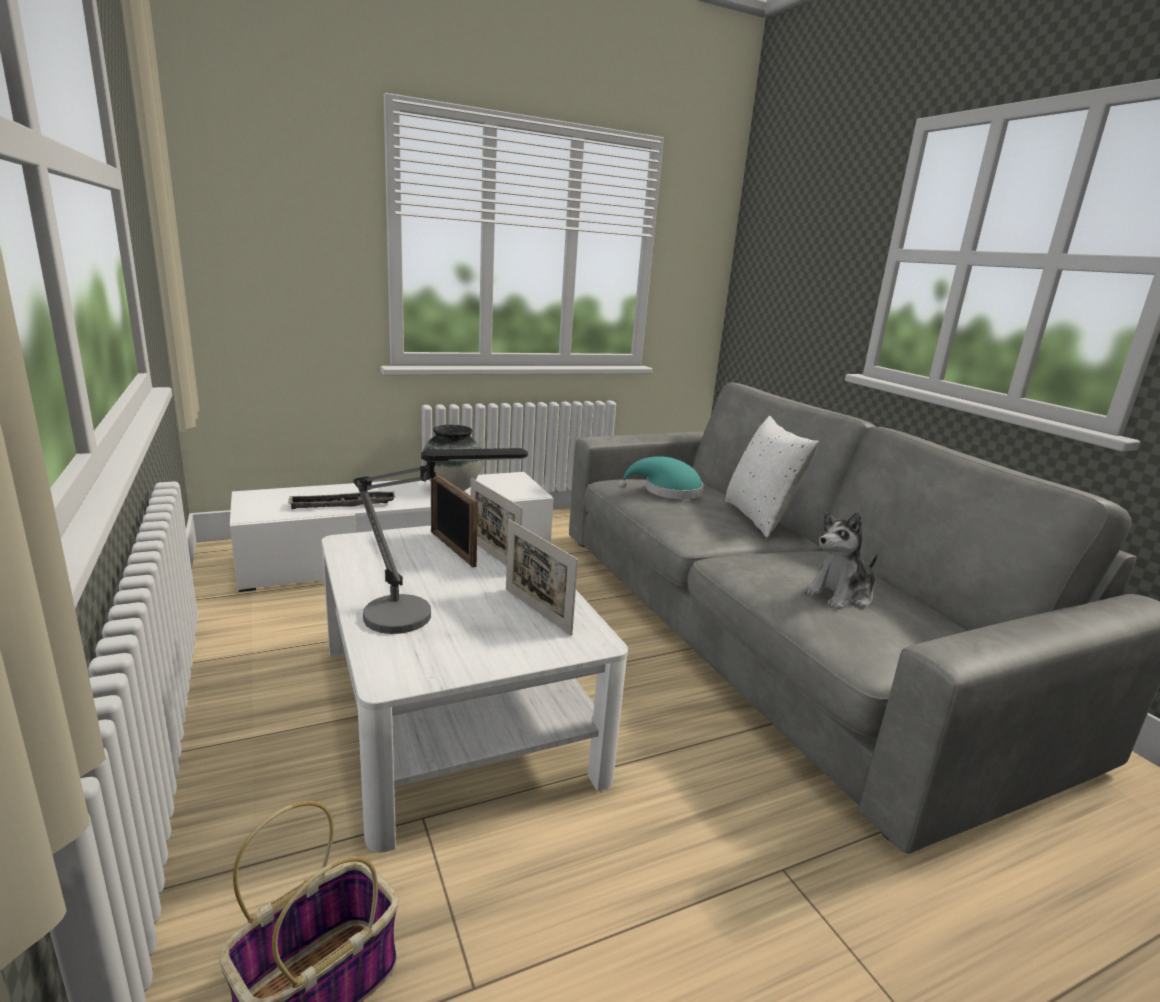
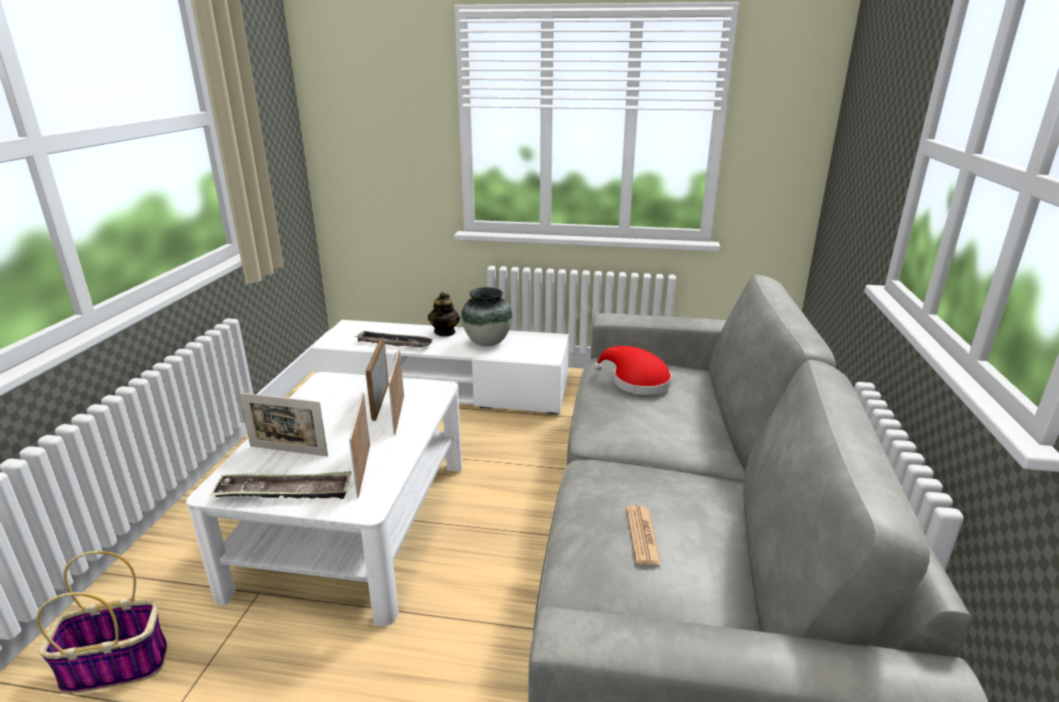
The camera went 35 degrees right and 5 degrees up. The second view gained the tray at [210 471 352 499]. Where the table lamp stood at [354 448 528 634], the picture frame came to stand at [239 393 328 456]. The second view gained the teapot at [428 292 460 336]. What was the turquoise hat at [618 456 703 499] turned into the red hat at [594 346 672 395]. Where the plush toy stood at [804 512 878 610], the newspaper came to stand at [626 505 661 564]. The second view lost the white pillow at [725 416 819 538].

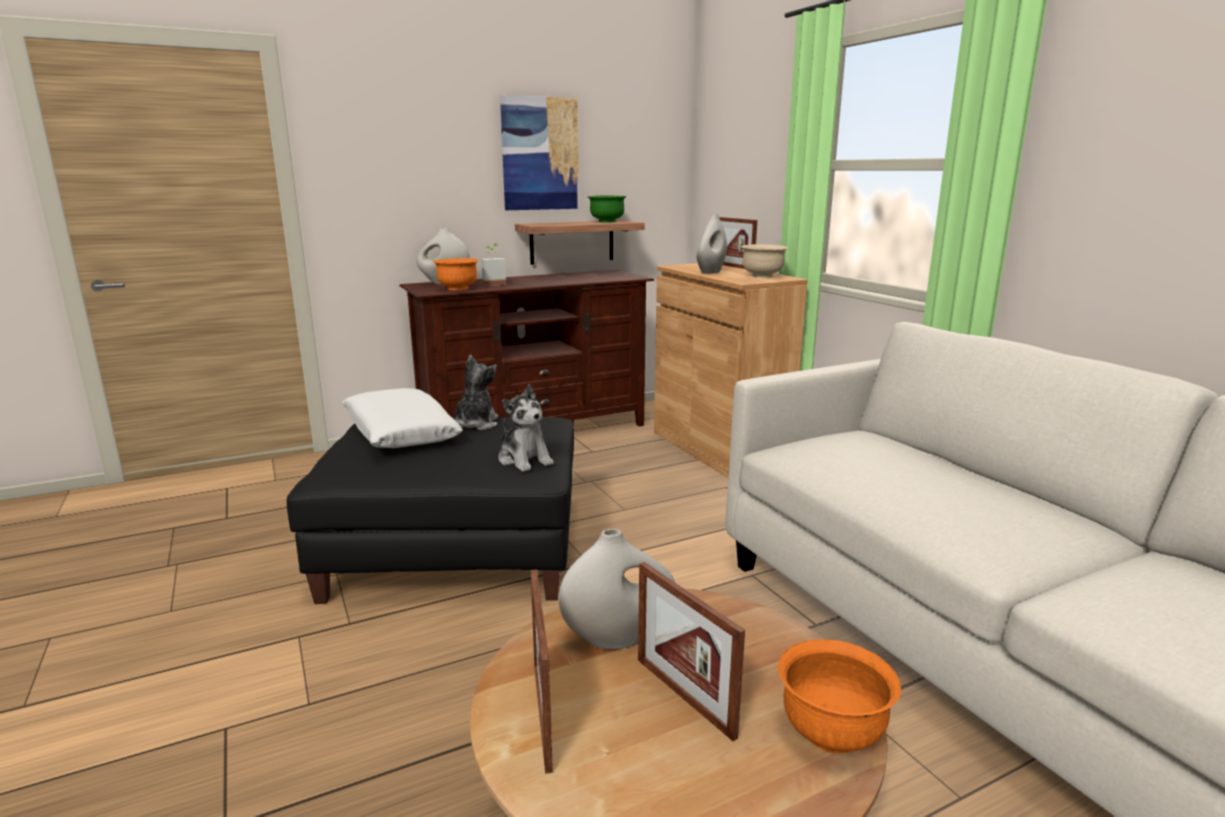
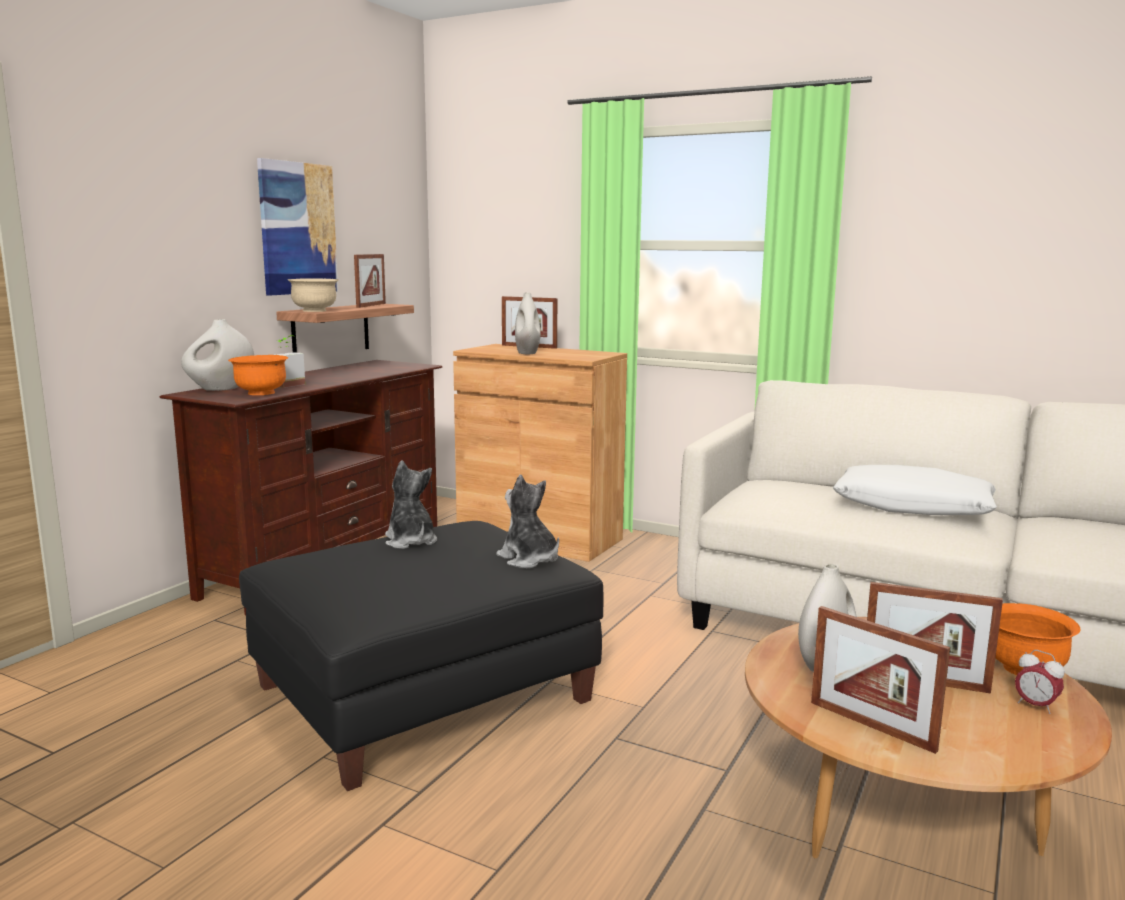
The camera went 35 degrees left and 5 degrees down. The beige bowl ended up elsewhere, having gone from [741 244 789 278] to [288 278 339 312]. Where the green bowl stood at [588 195 627 223], the picture frame came to stand at [354 254 386 308]. The plush toy at [498 384 554 472] ended up facing another way, 150 degrees counterclockwise from before. The white pillow ended up elsewhere, having gone from [342 388 463 448] to [833 465 997 515]. The second view gained the alarm clock at [1015 650 1065 714].

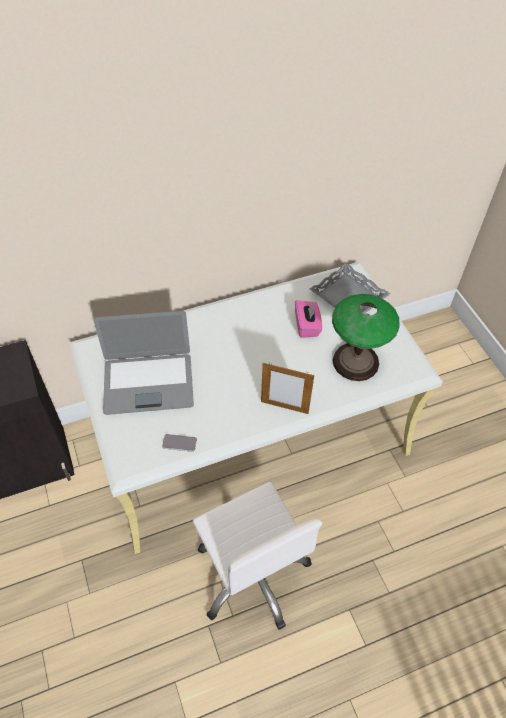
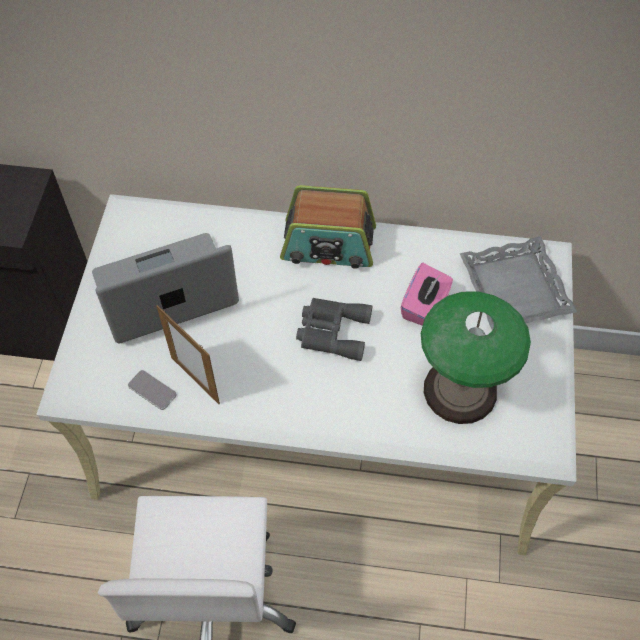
The camera went 30 degrees right and 5 degrees up. The laptop at [94 311 194 415] ended up facing another way, 135 degrees clockwise from before. The picture frame ended up elsewhere, having gone from [261 363 314 414] to [157 305 220 404]. The second view gained the radio at [280 185 376 269]. The second view gained the grey binoculars at [296 298 372 361].

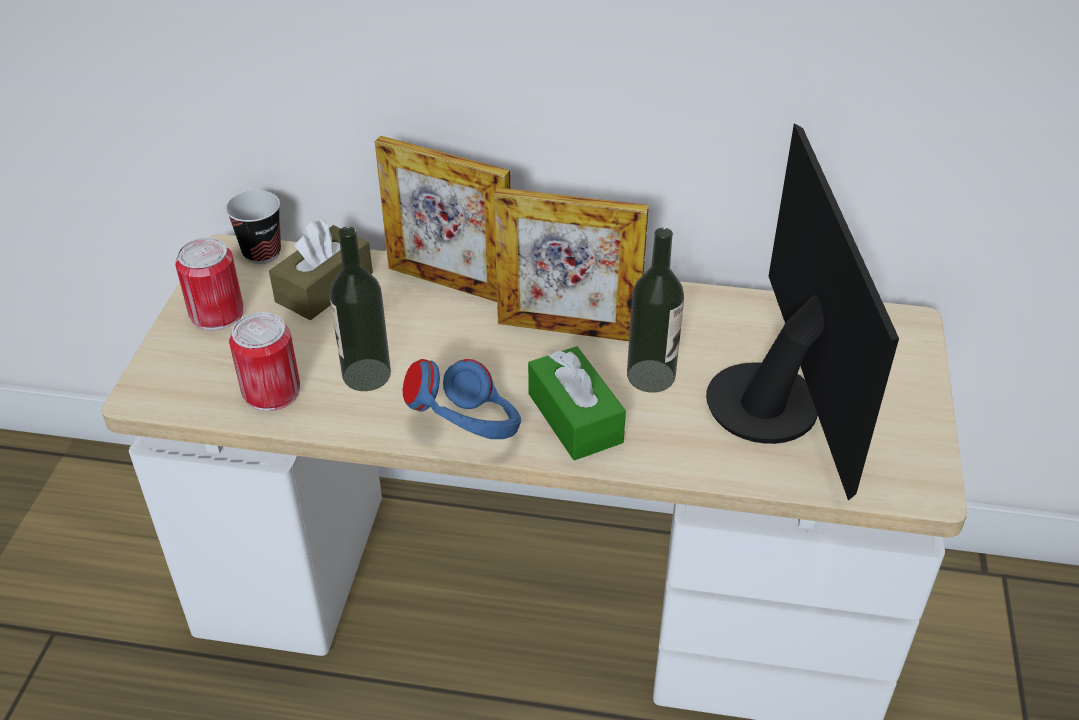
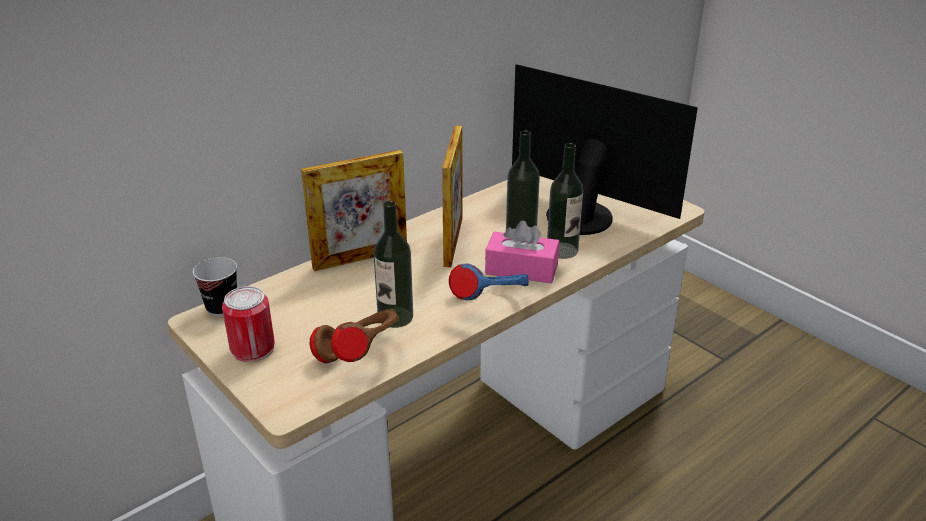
The camera went 50 degrees left and 10 degrees down. Where the can stood at [229 312 300 411], the brown headphones came to stand at [309 309 399 363]. The picture frame at [494 187 649 341] ended up facing another way, 45 degrees counterclockwise from before. What was the green tissue box at [528 346 626 460] turned into the pink tissue box at [485 220 560 283]. The second view gained the bottle at [547 143 583 259]. The second view lost the brown tissue box at [269 220 373 320].

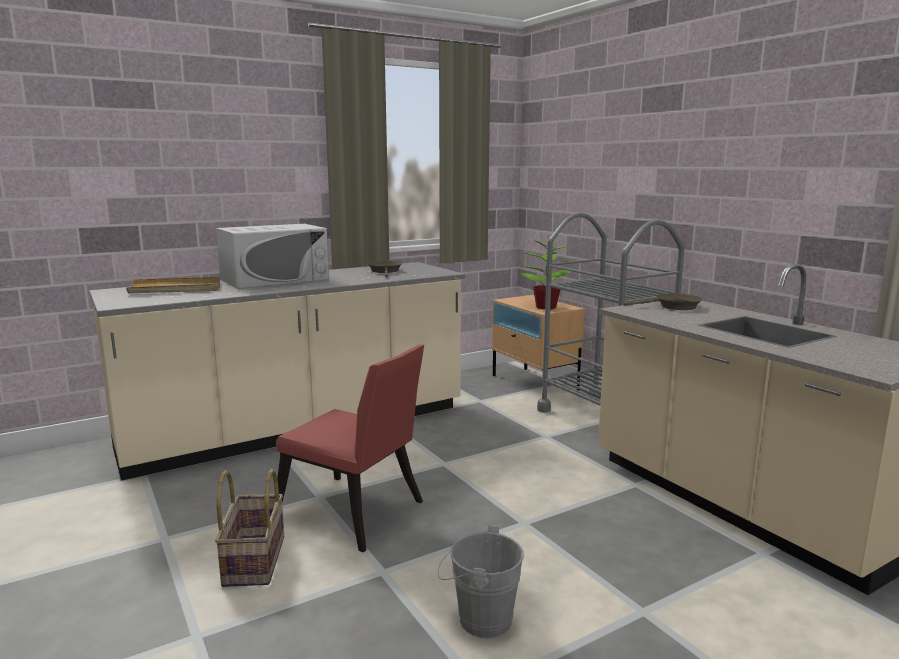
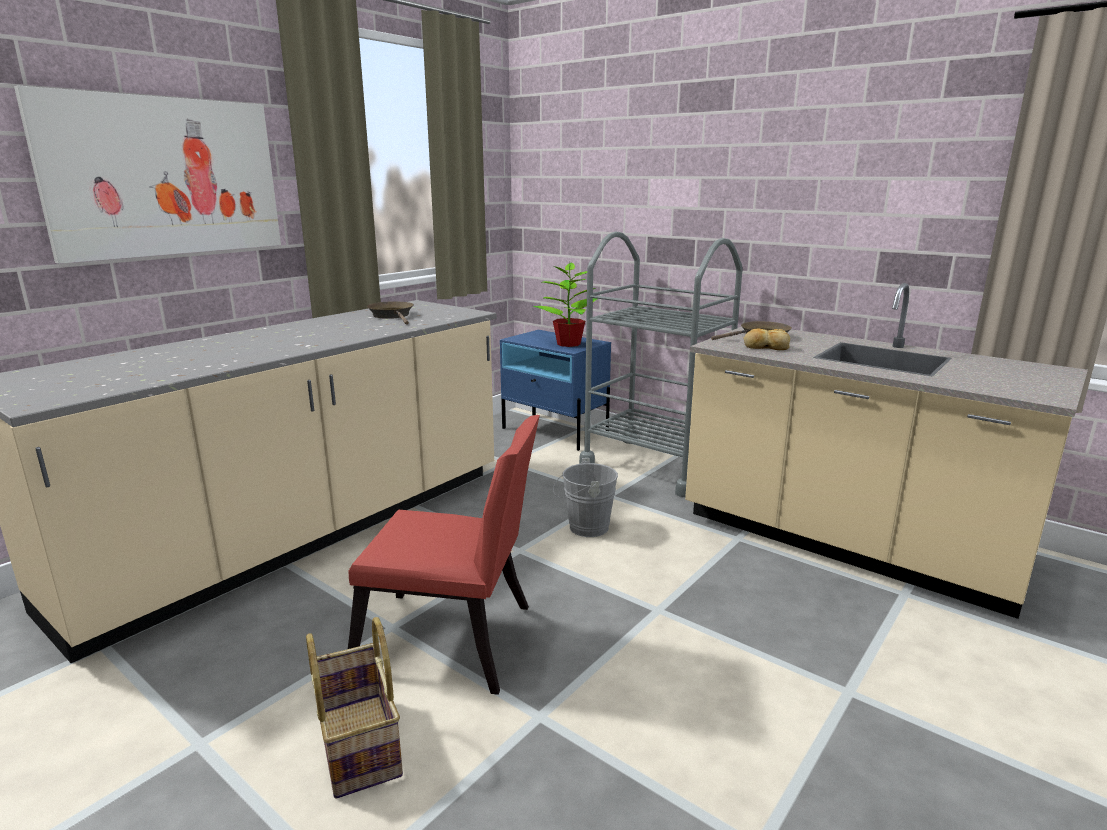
The camera went 20 degrees left and 5 degrees up. The second view gained the picture at [14 85 281 264]. What was the beige nightstand at [492 295 585 390] turned into the blue nightstand at [500 330 611 451]. The grey bucket ended up elsewhere, having gone from [438 525 524 638] to [553 458 618 537]. The second view gained the bread at [743 329 790 350]. The second view lost the beige tray at [126 277 220 294]. The second view lost the white microwave at [216 224 329 289].

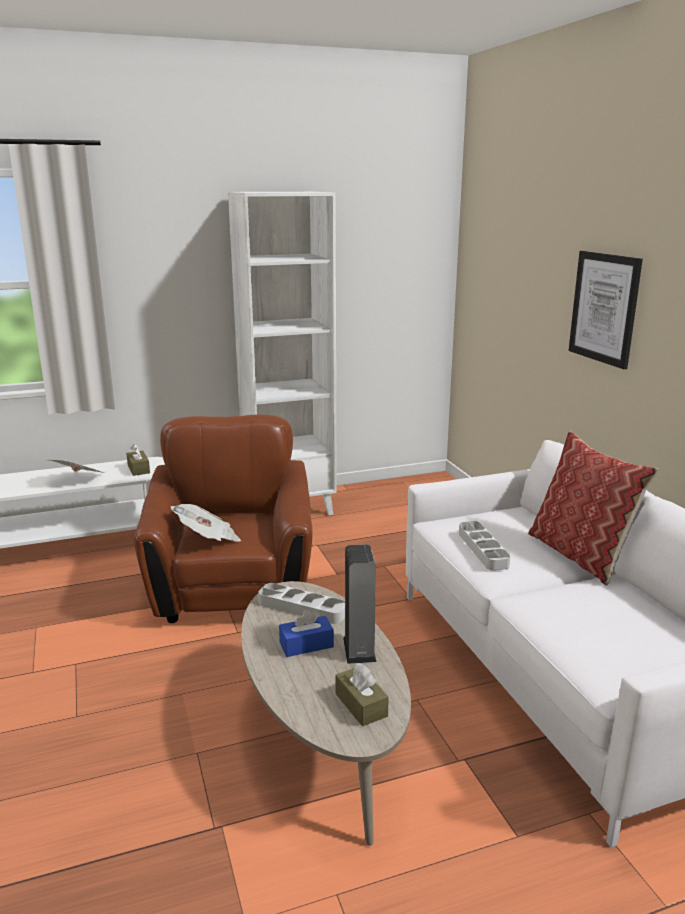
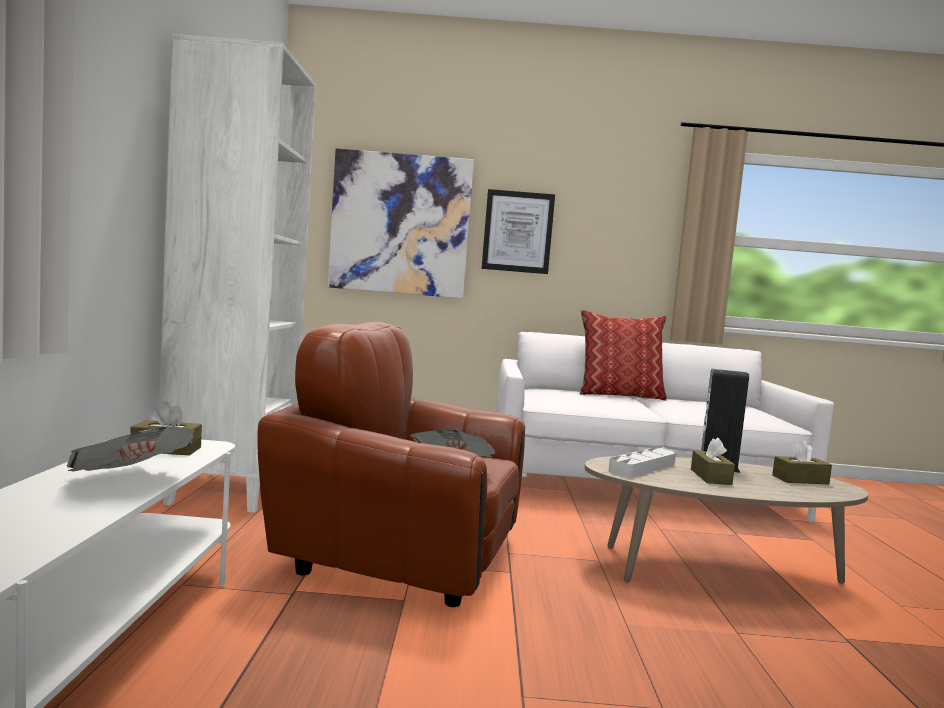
The camera went 70 degrees left and 15 degrees down. The second view gained the picture at [327 148 474 298]. What was the blue tissue box at [279 610 334 657] turned into the brown tissue box at [691 437 735 485]. The second view lost the grey tray at [459 521 511 571].

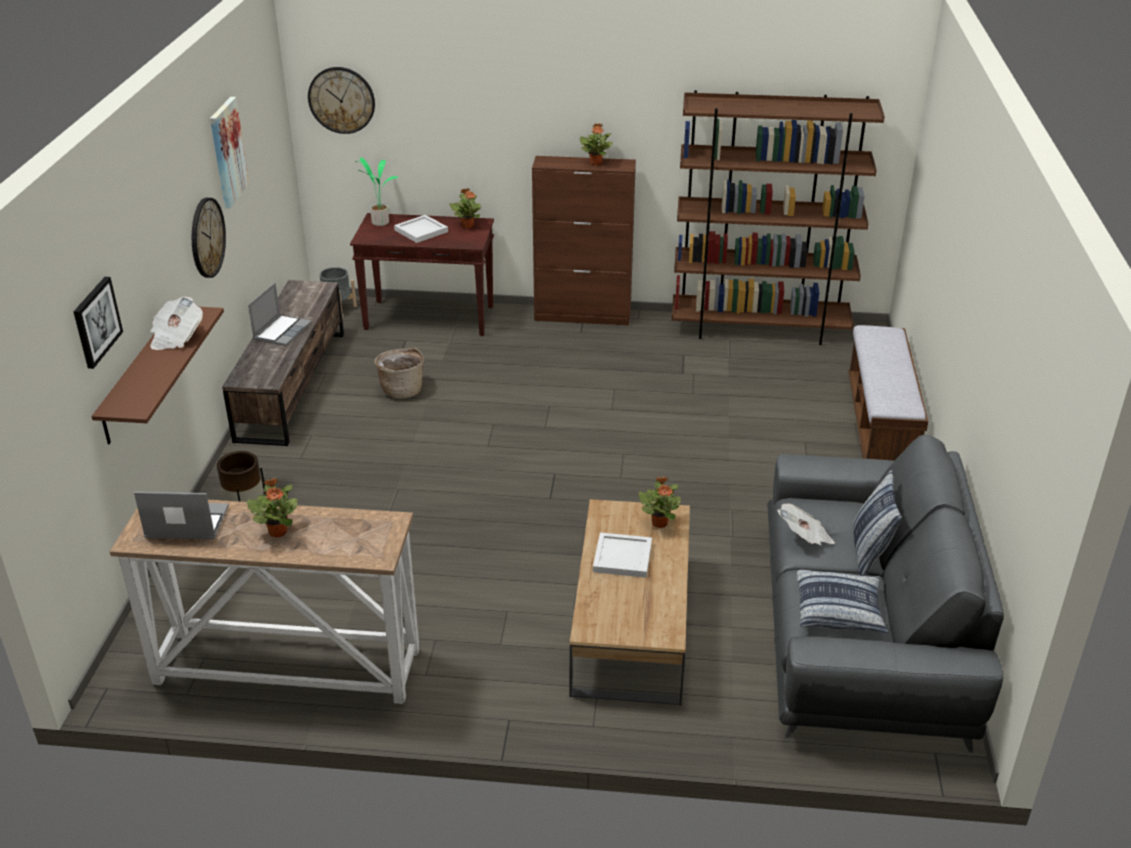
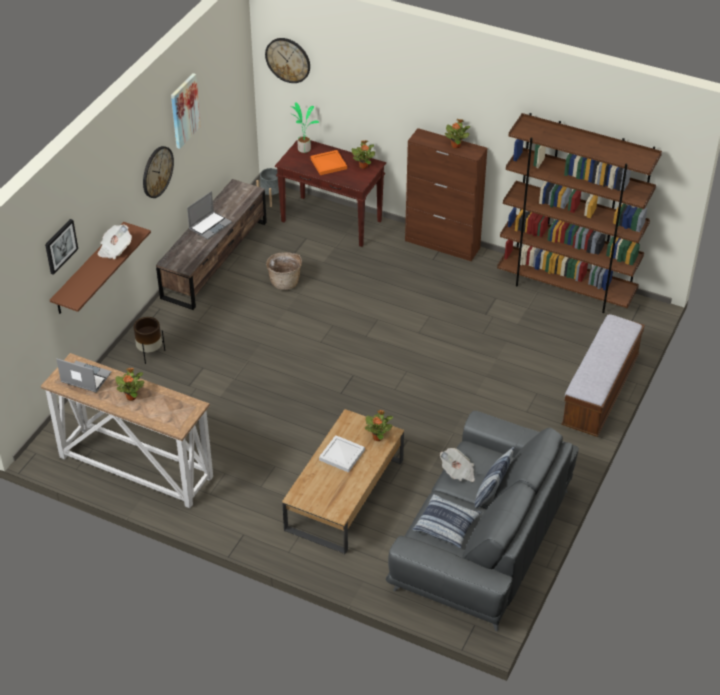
The camera went 20 degrees right and 10 degrees up. What was the white tray at [394 215 448 243] turned into the orange tray at [311 150 347 175].

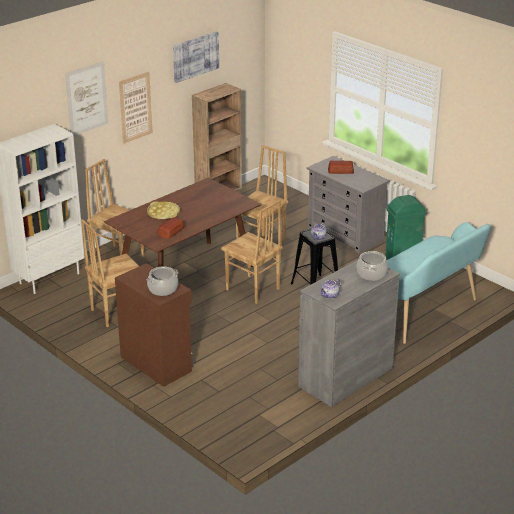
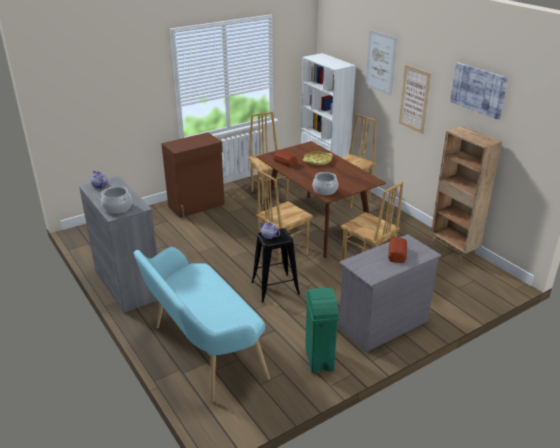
The camera went 100 degrees right and 0 degrees up. The cooking pot ended up elsewhere, having gone from [147 266 178 296] to [313 172 338 195].

